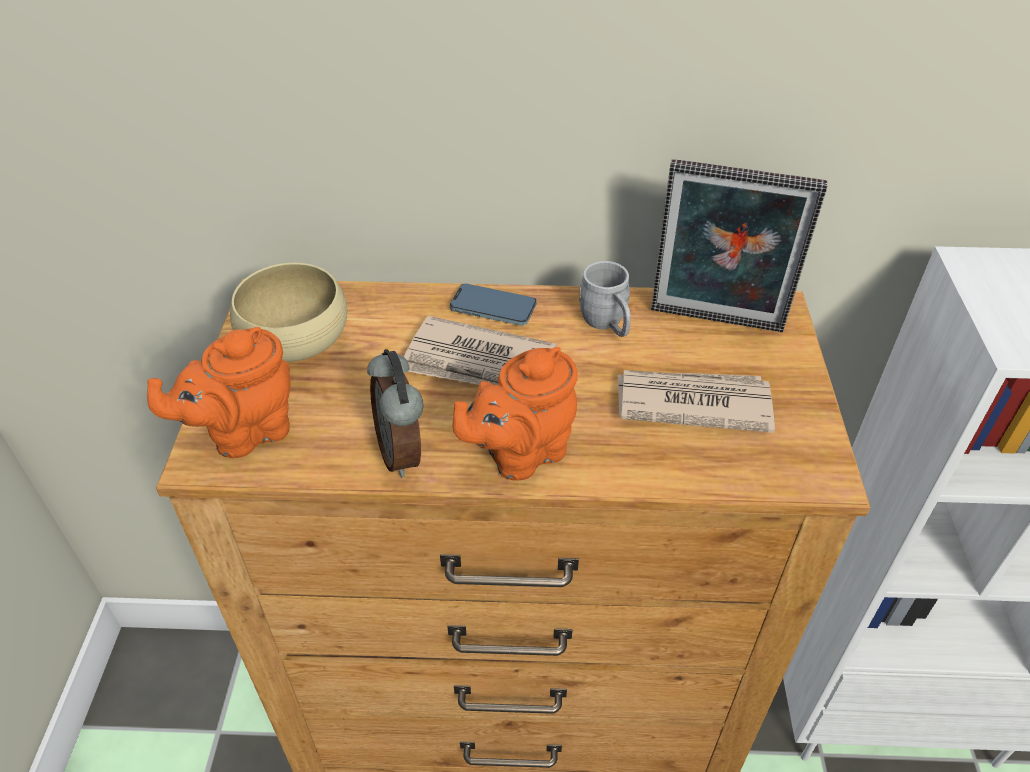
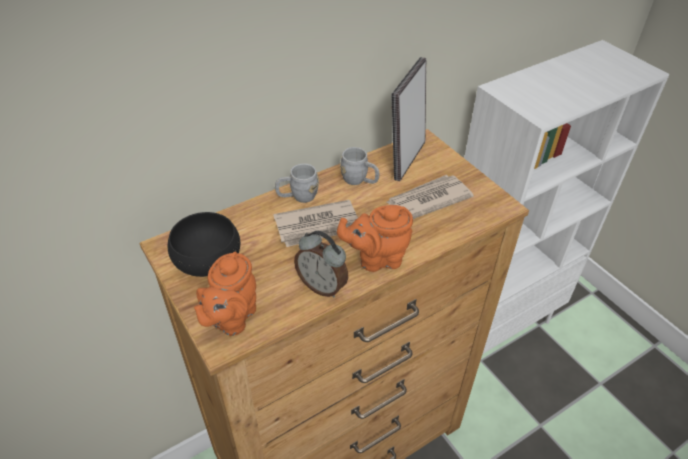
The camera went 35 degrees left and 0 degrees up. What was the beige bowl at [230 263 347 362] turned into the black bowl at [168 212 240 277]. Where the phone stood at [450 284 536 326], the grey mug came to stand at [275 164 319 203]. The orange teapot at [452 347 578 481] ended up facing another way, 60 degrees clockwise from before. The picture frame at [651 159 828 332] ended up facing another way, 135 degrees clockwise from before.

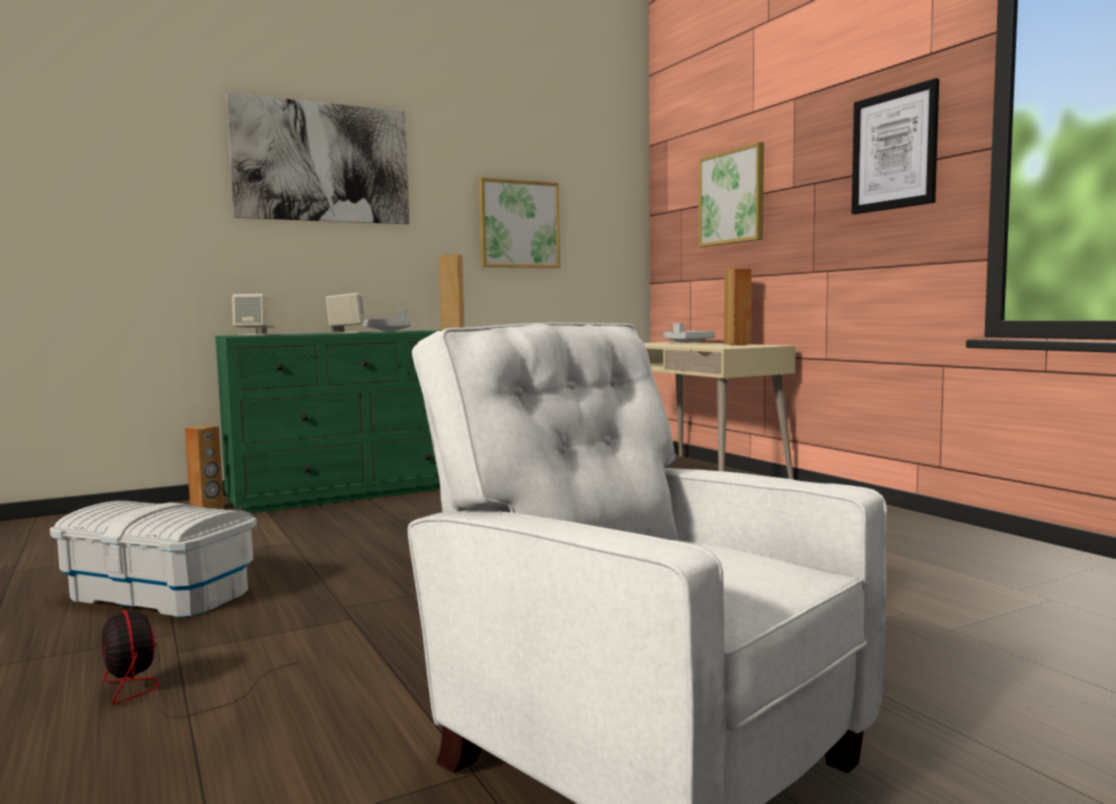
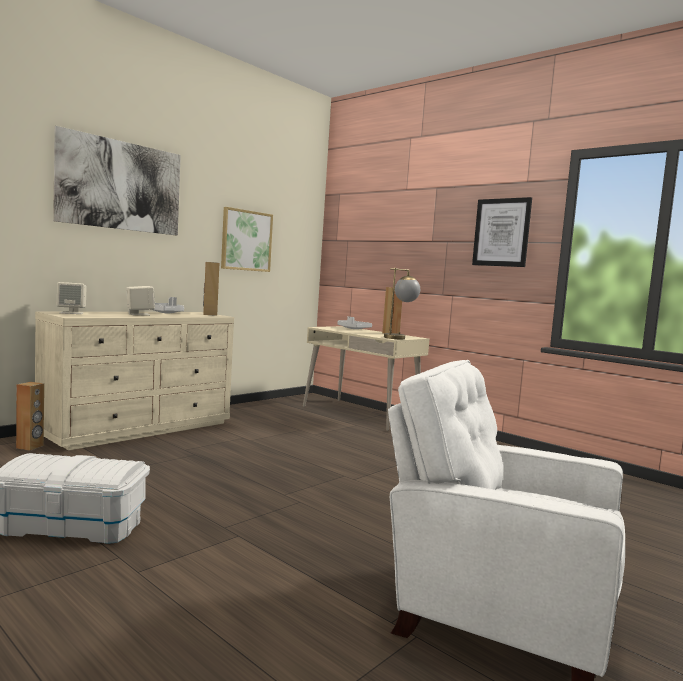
The camera went 20 degrees left and 0 degrees up. What was the green dresser at [215 330 441 513] turned into the beige dresser at [35 312 234 450]. The second view gained the table lamp at [384 268 420 339]. The second view lost the fan at [102 610 299 718]. The second view lost the picture at [699 142 764 247].

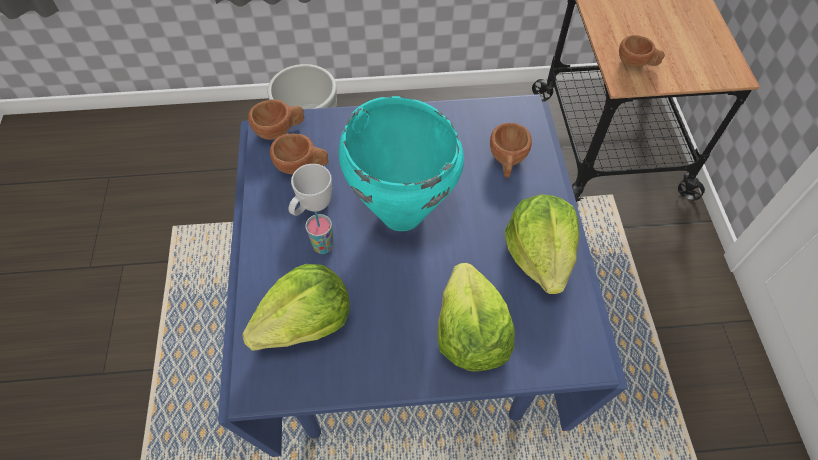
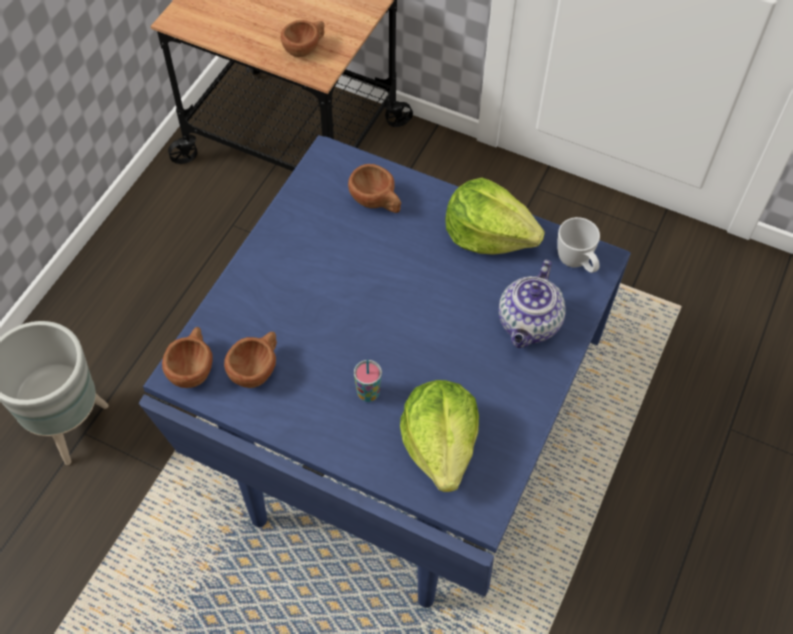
The camera went 60 degrees left and 0 degrees up. Where the lettuce stood at [438 263 515 372], the teapot came to stand at [499 260 566 348]. The white mug ended up elsewhere, having gone from [288 164 332 216] to [557 217 600 273]. The second view lost the turquoise cooking pot at [339 96 464 231].

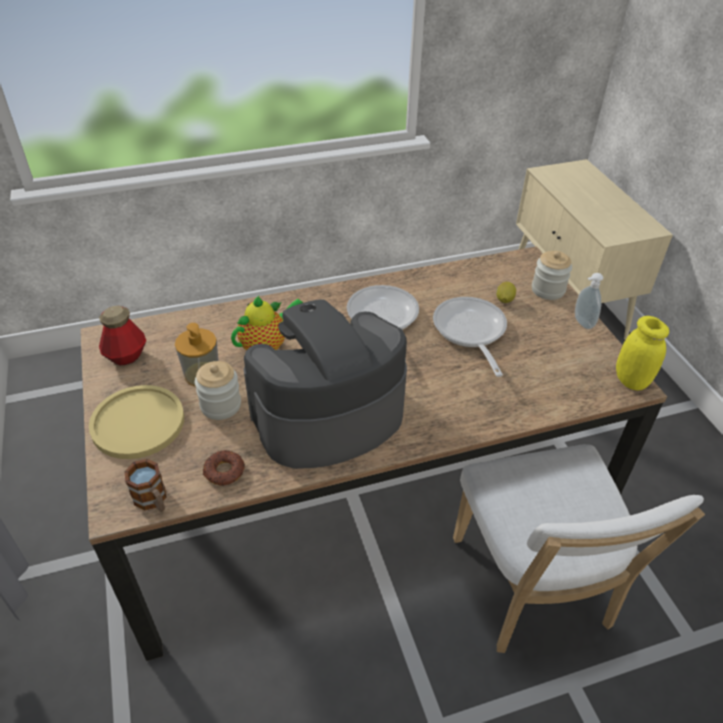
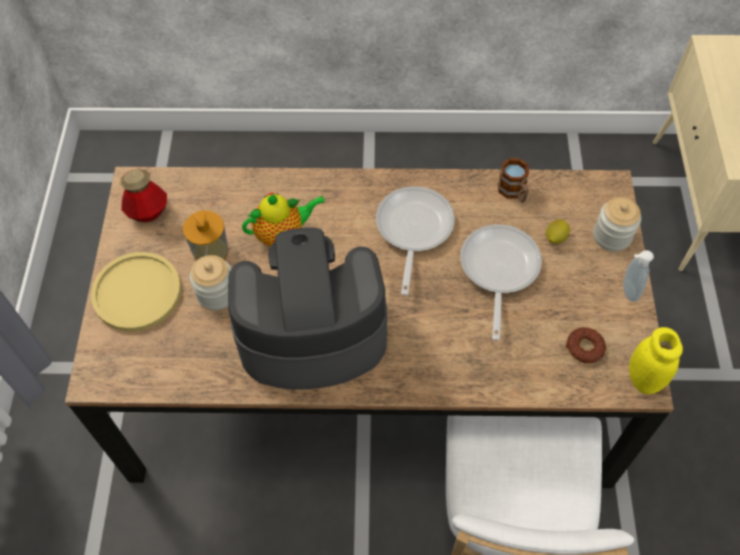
The camera went 20 degrees right and 15 degrees up. The mug ended up elsewhere, having gone from [124 459 166 512] to [498 158 529 203]. The donut ended up elsewhere, having gone from [203 450 245 486] to [566 327 606 363].

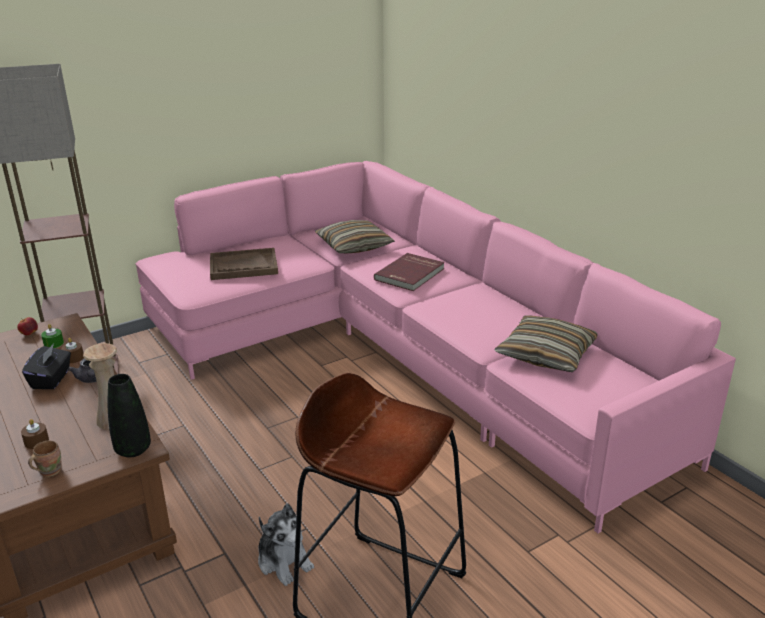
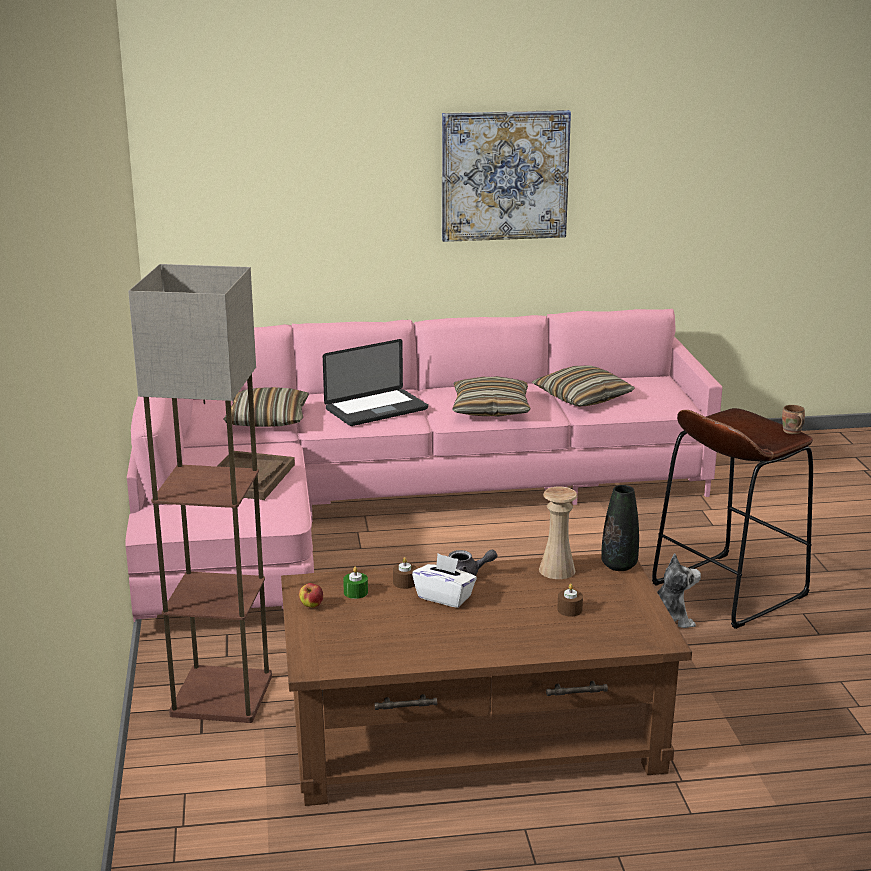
The camera went 65 degrees left and 5 degrees down. Where the red book stood at [374 253 445 291], the laptop came to stand at [323 339 428 426]. What was the black tissue box at [22 344 71 389] turned into the white tissue box at [412 553 477 608]. The second view gained the picture at [442 110 571 242]. The second view gained the pillow at [452 376 531 417]. The brown mug ended up elsewhere, having gone from [28 441 61 477] to [782 405 805 434].

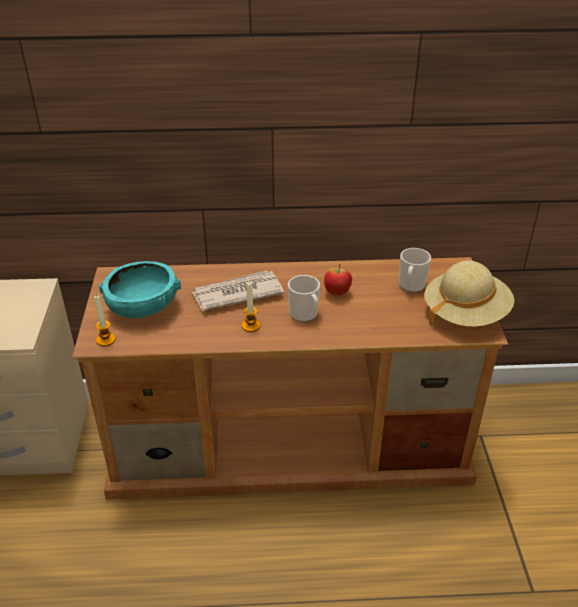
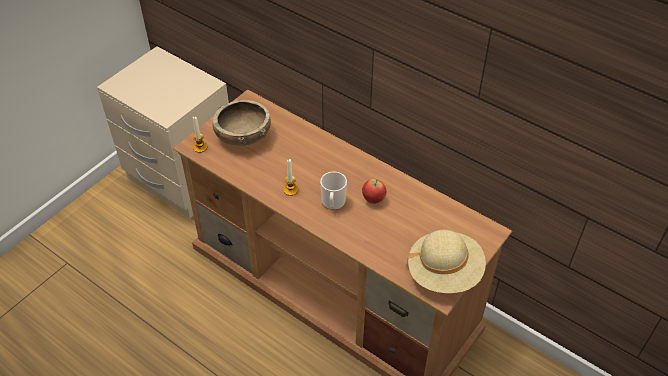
The camera went 40 degrees right and 10 degrees up. What was the turquoise bowl at [98 261 181 318] turned into the brown bowl at [213 99 271 146]. The second view lost the newspaper at [191 270 284 311]. The second view lost the mug at [399 248 431 292].

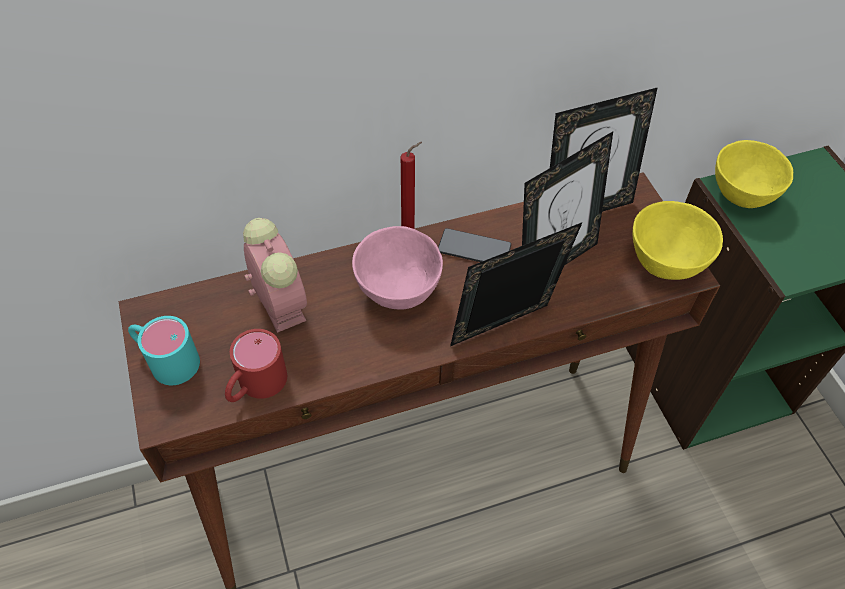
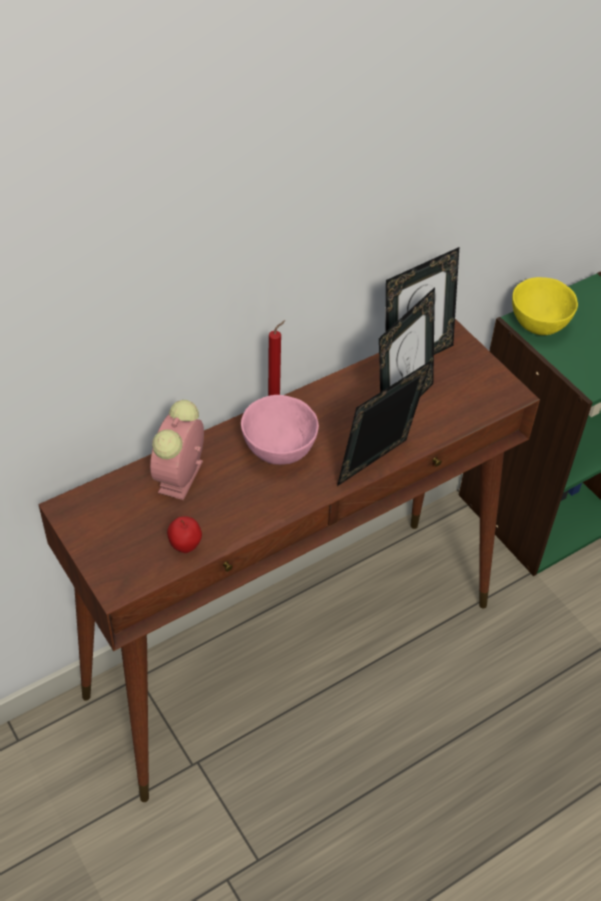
The camera went 15 degrees left and 5 degrees down. The alarm clock at [243 218 307 333] ended up facing another way, 120 degrees counterclockwise from before. Where the red mug stood at [225 329 287 402], the apple came to stand at [167 516 202 553]. The second view lost the turquoise mug at [128 316 200 385]. The second view lost the phone at [438 228 511 262]. The second view lost the yellow bowl at [632 201 723 280].

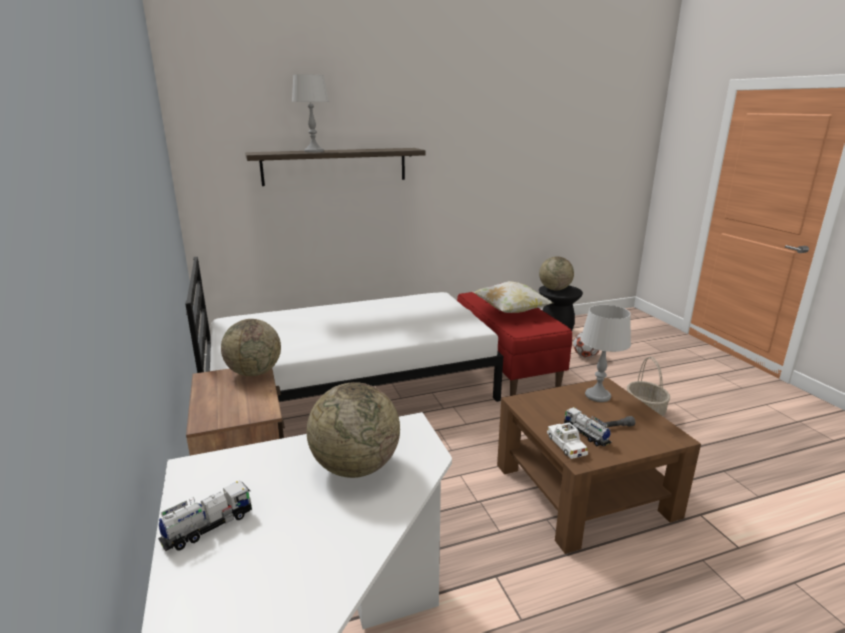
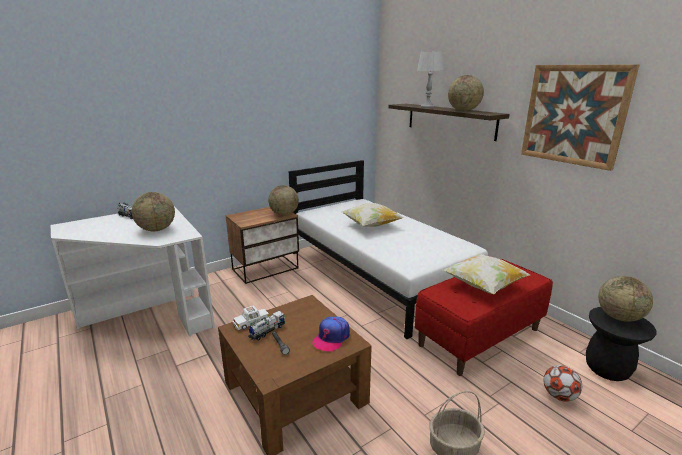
The camera went 75 degrees right and 0 degrees up. Where the grey table lamp stood at [581 305 631 402], the cap came to stand at [312 317 350 351]. The second view gained the pillow at [342 203 403 227]. The second view gained the globe at [448 75 484 111]. The second view gained the picture at [521 64 640 171].

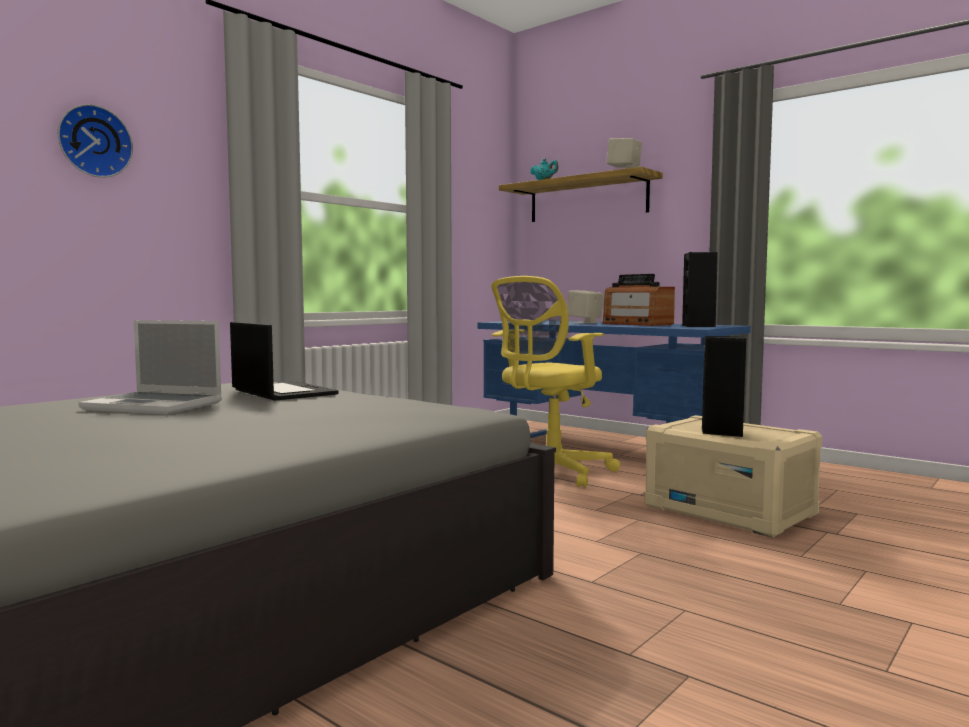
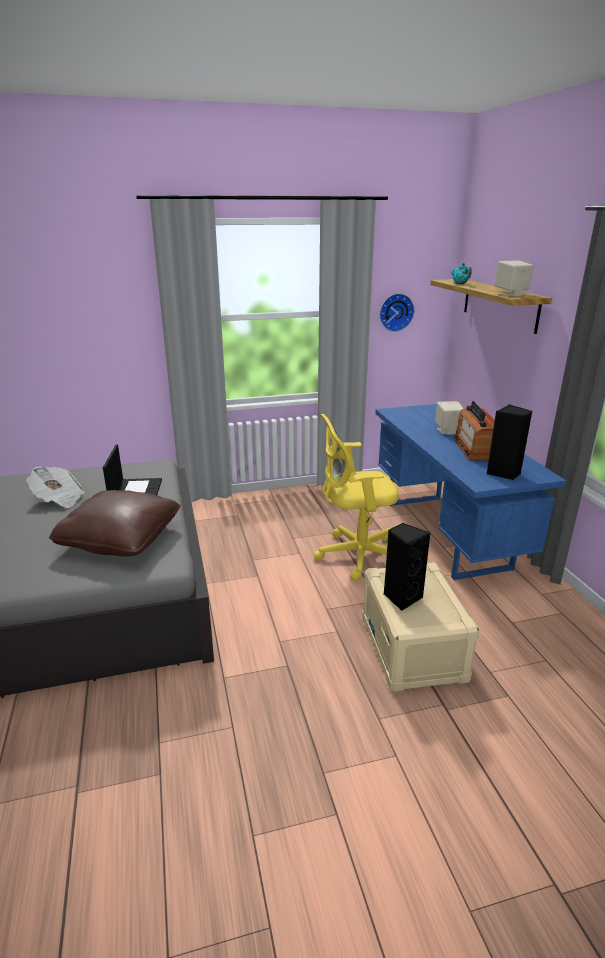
The camera went 35 degrees right and 20 degrees up. Where the laptop stood at [78 320 222 414], the newspaper came to stand at [26 466 85 508]. The second view gained the brown pillow at [49 490 181 557]. The wall clock ended up elsewhere, having gone from [58 104 133 178] to [380 293 414 332].

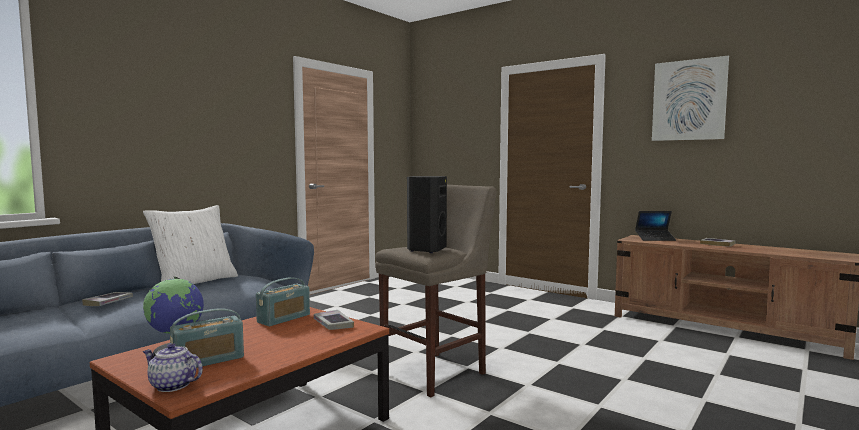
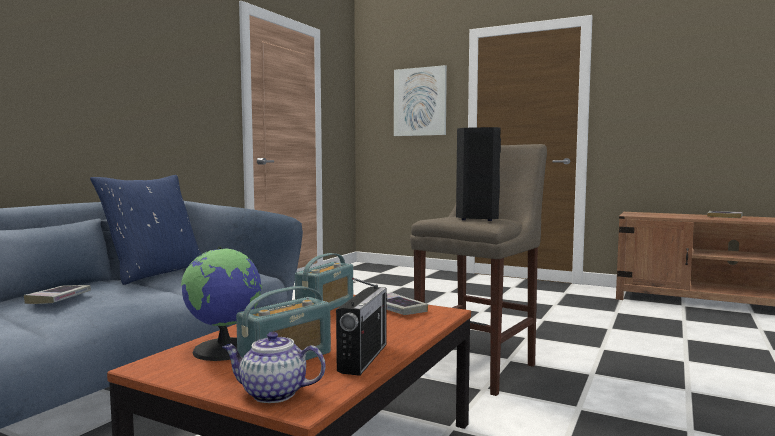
The camera went 10 degrees left and 0 degrees up. What was the white pillow at [143 205 238 284] turned into the blue pillow at [90 175 202 285]. The second view gained the radio at [336 278 387 376]. The picture ended up elsewhere, having gone from [652 56 729 141] to [394 65 447 136]. The second view lost the laptop at [635 211 676 241].

